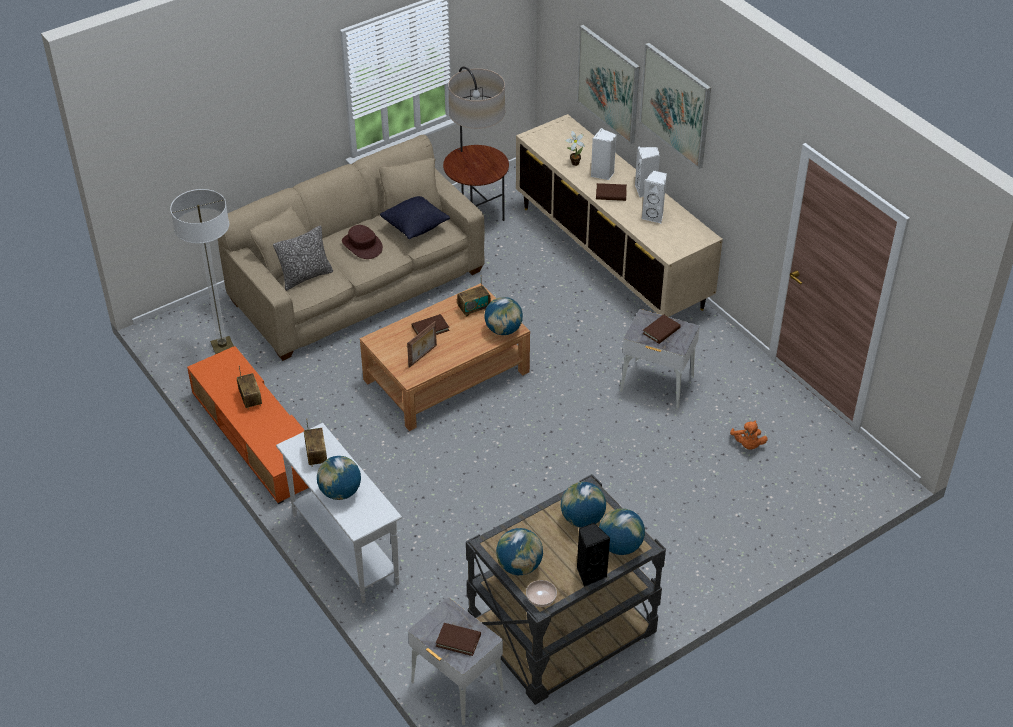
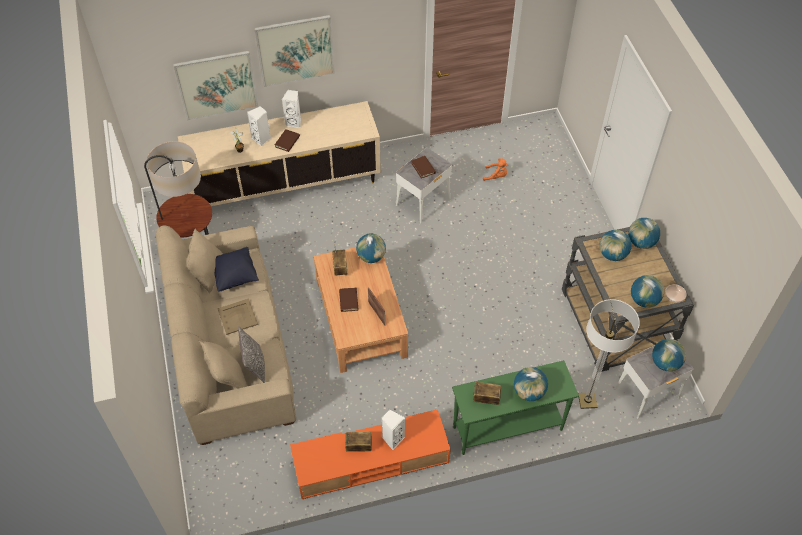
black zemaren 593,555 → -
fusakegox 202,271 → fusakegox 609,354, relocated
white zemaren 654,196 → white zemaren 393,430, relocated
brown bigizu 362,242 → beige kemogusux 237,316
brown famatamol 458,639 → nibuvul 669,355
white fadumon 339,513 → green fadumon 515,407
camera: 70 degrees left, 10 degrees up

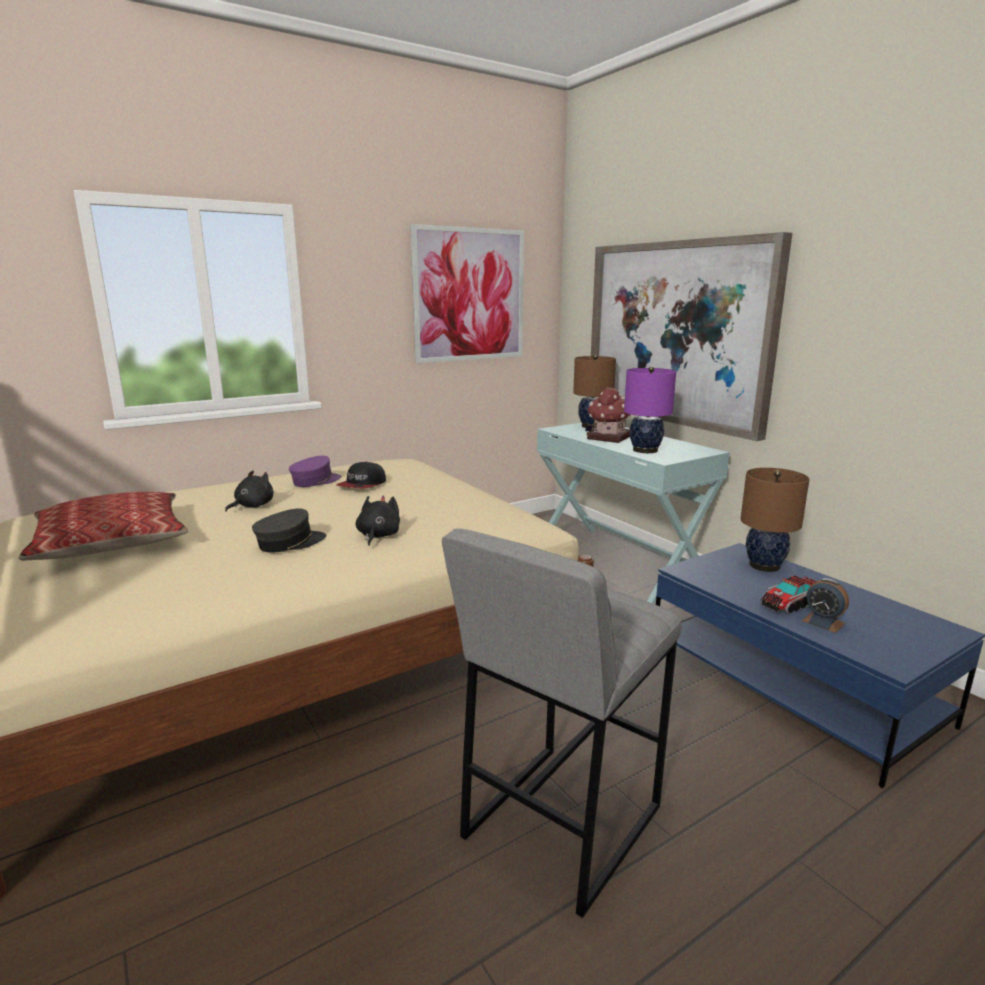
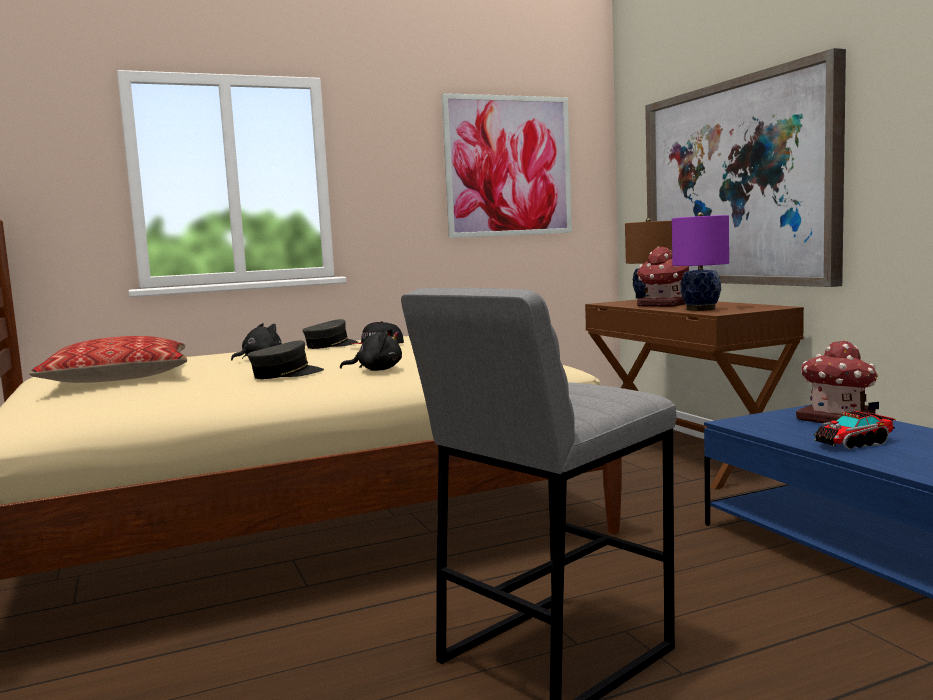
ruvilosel 825,605 → -
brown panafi 774,520 → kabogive 837,381
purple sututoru 315,471 → grey sututoru 330,334
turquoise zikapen 633,513 → brown zikapen 694,395
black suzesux 378,520 → black suzesux 371,350, 75 degrees clockwise
camera: 10 degrees right, 10 degrees down

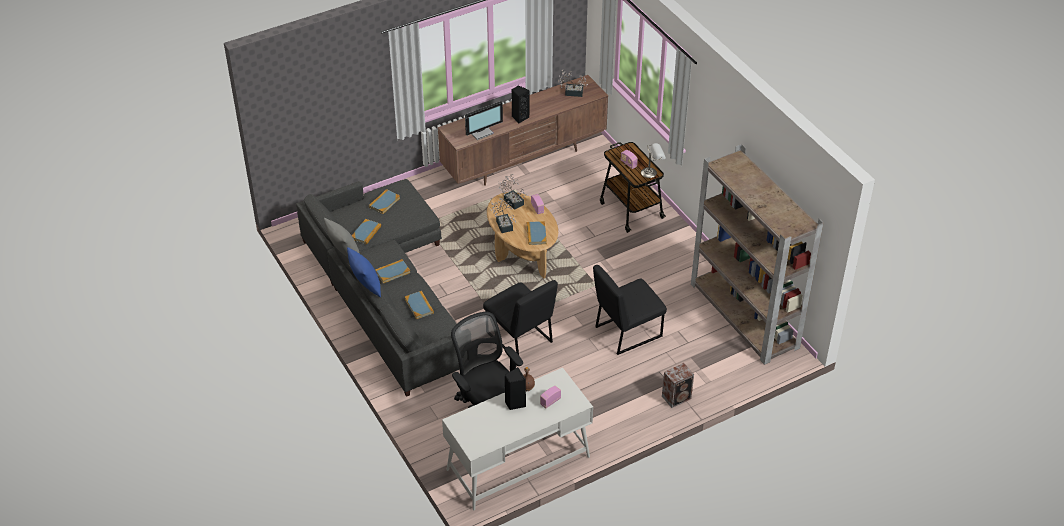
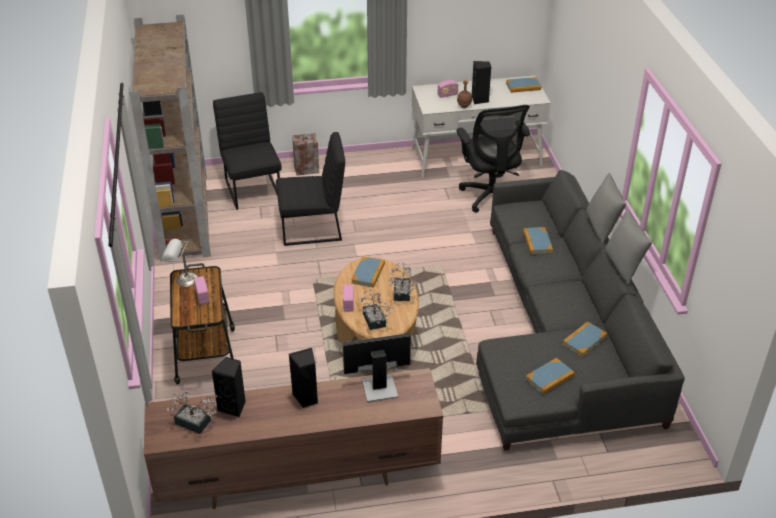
- → black zemaren 228,387
famatamol 392,271 → famatamol 523,85, relocated
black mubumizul 520,317 → black mubumizul 247,151, relocated
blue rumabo 364,272 → grey rumabo 606,208
camera: 160 degrees left, 5 degrees down

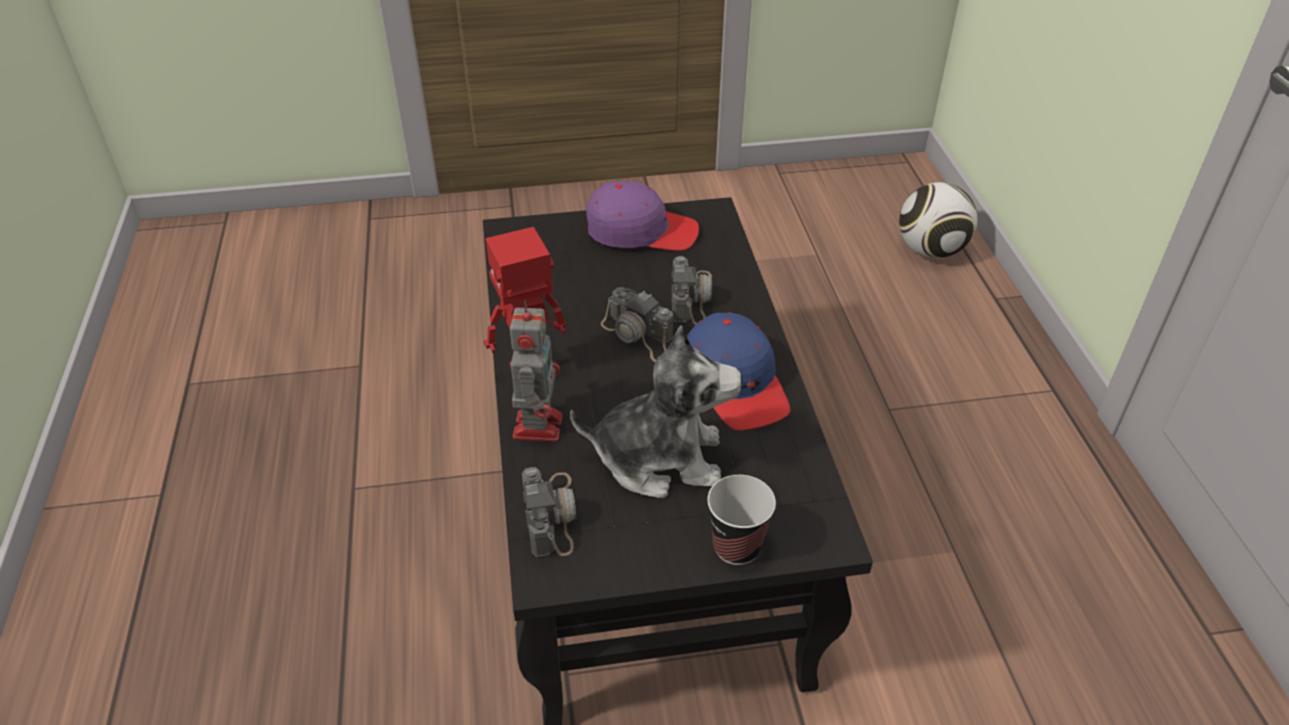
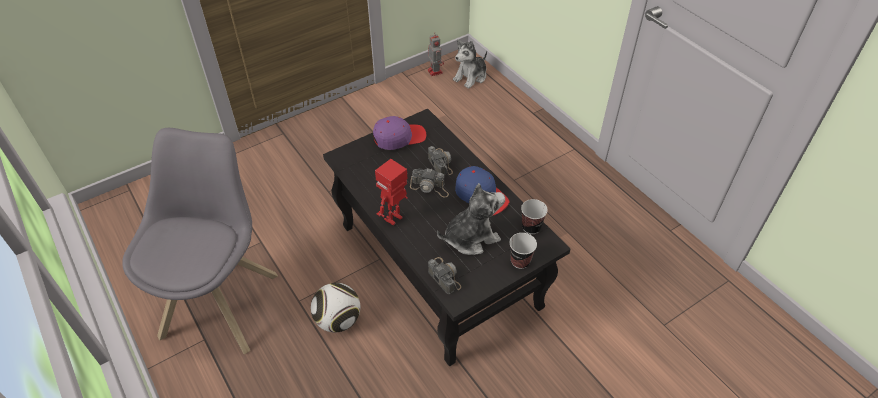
- → grey mubumizul 200,241
- → suzesux 470,64
- → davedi 534,216
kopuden 536,371 → kopuden 435,54, relocated
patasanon 938,220 → patasanon 335,307, relocated
camera: 25 degrees left, 5 degrees up

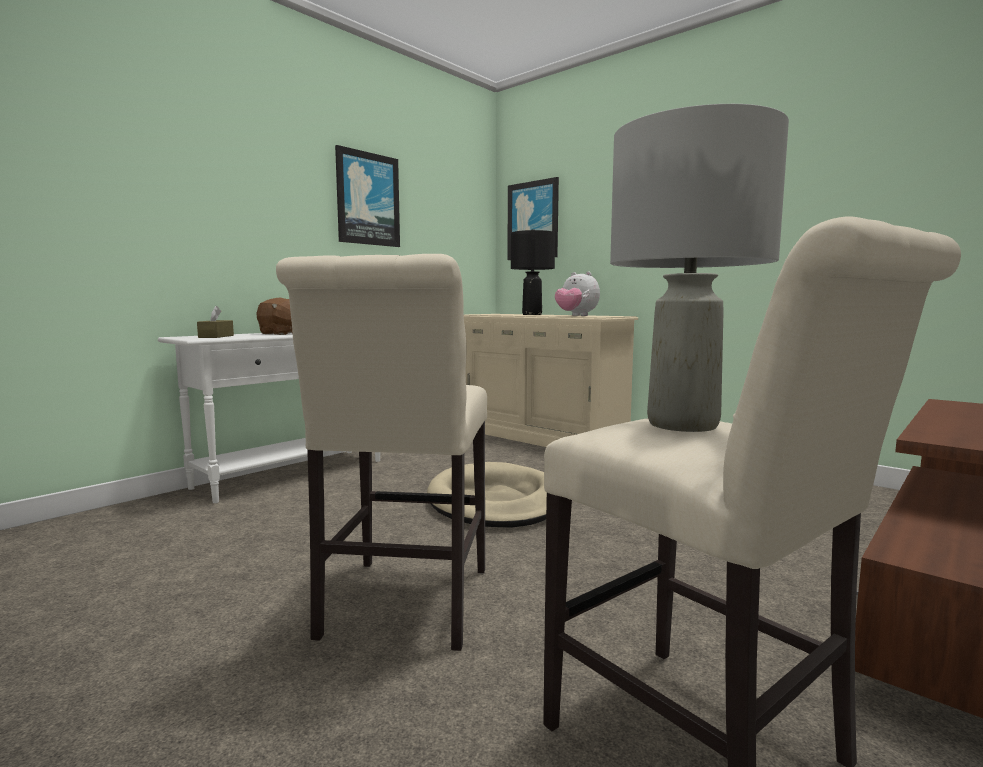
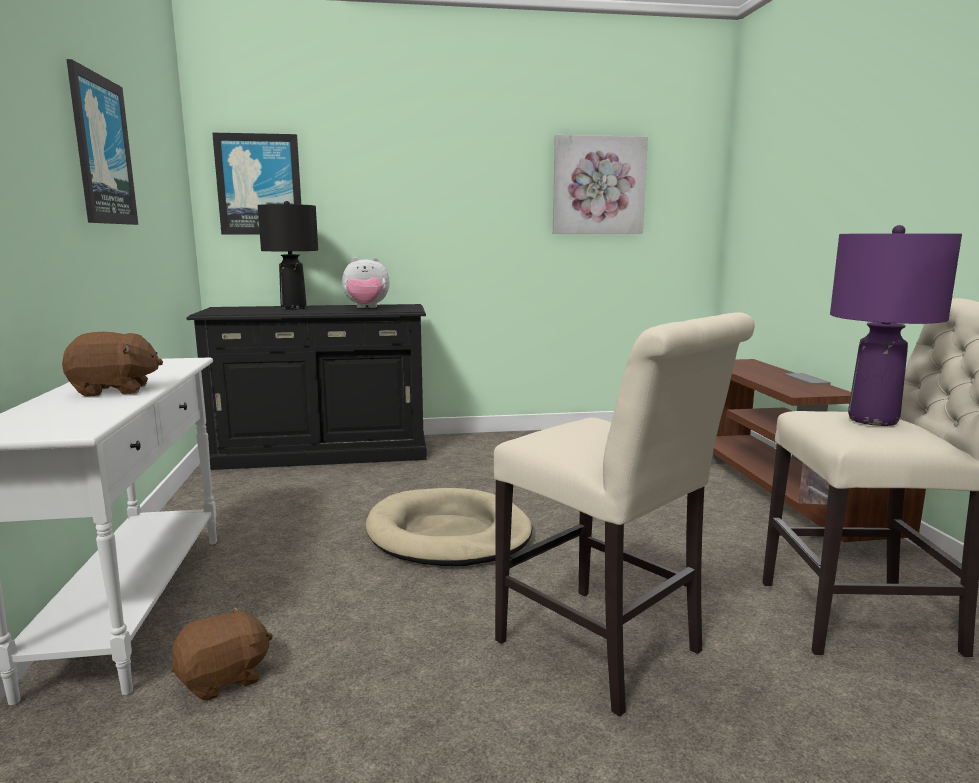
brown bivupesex 215,322 → -
- → brown suzesux 222,653
- → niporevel 600,184
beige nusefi 551,380 → black nusefi 307,387
grey panafi 699,268 → purple panafi 896,325
camera: 50 degrees left, 5 degrees up

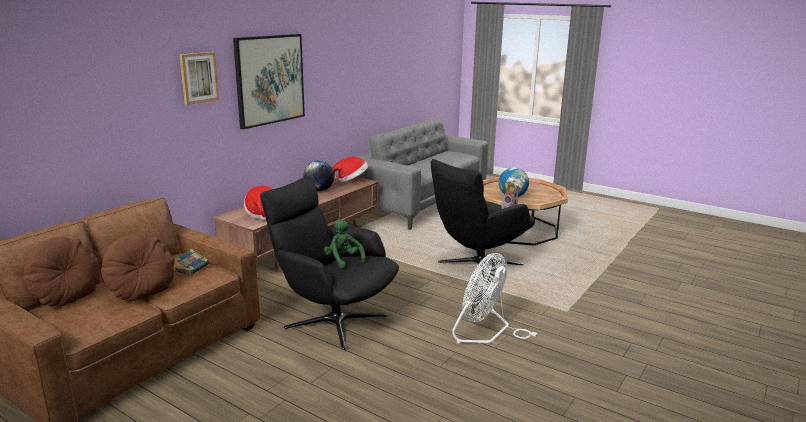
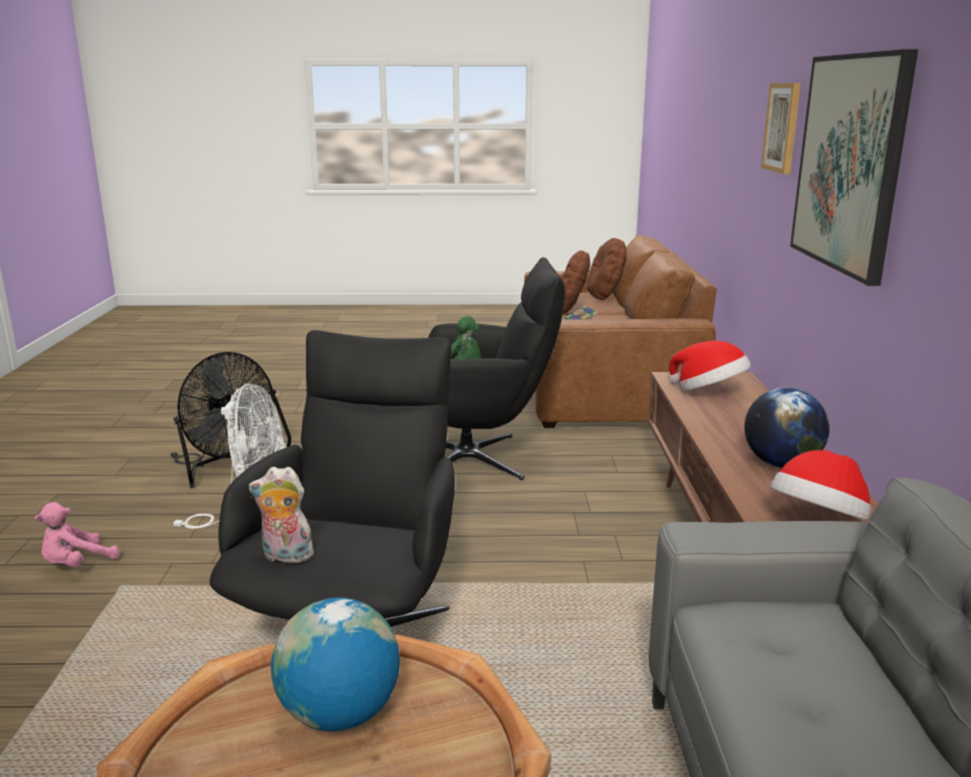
- → pink suzesux 77,534
- → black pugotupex 231,420
camera: 145 degrees right, 0 degrees up

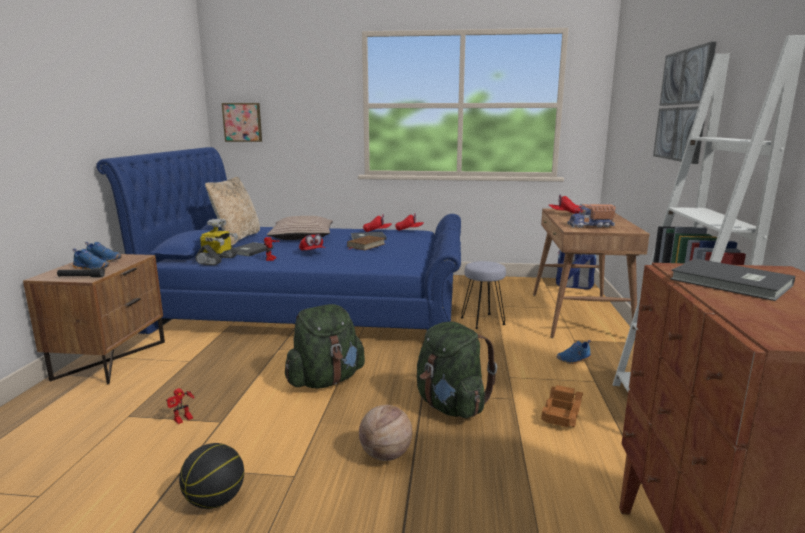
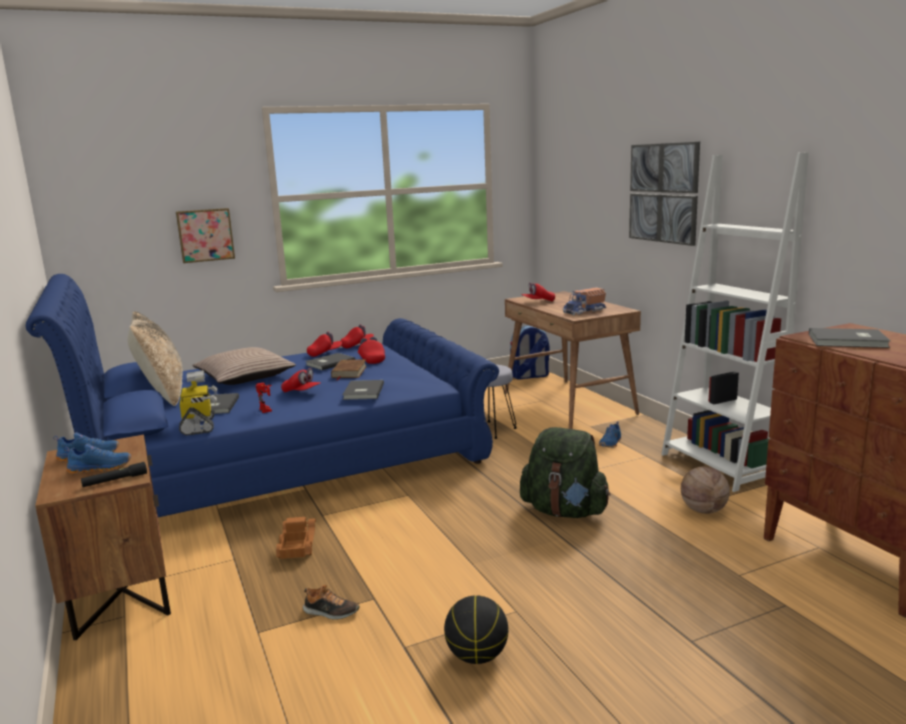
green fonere 325,346 → -
- → grey famatamol 363,390
- → red sututoru 371,350
niporevel 242,122 → niporevel 205,235, relocated
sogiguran 385,433 → sogiguran 705,490, relocated
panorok 562,406 → panorok 296,538, relocated
kopuden 180,406 → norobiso 331,602
camera: 30 degrees left, 0 degrees up

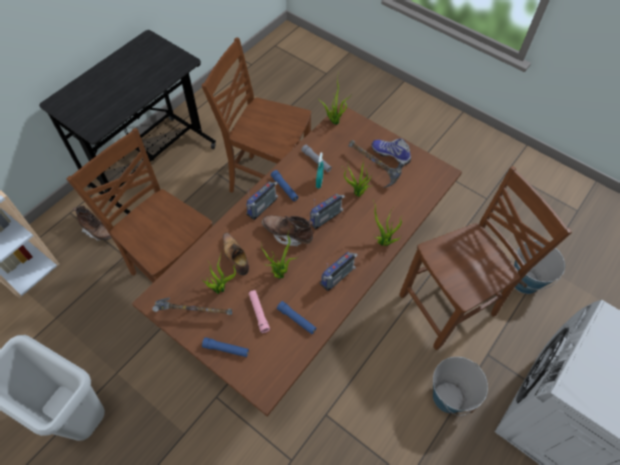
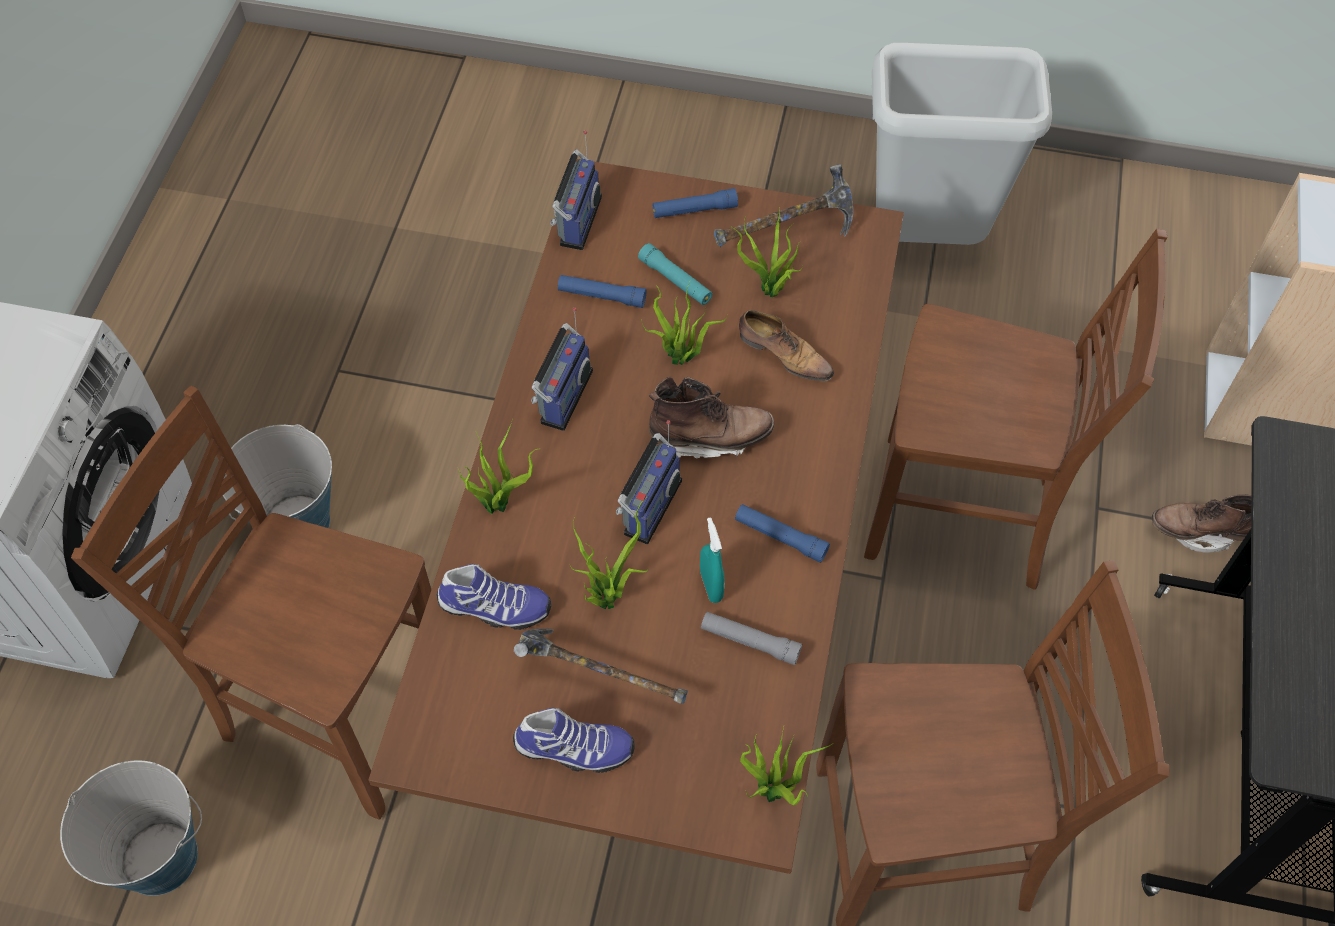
- → norobiso 494,597
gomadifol 262,201 → gomadifol 576,190, relocated
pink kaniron 259,311 → turquoise kaniron 675,274
brown mubumizul 485,258 → brown mubumizul 251,603, 75 degrees clockwise
camera: 155 degrees right, 0 degrees up

